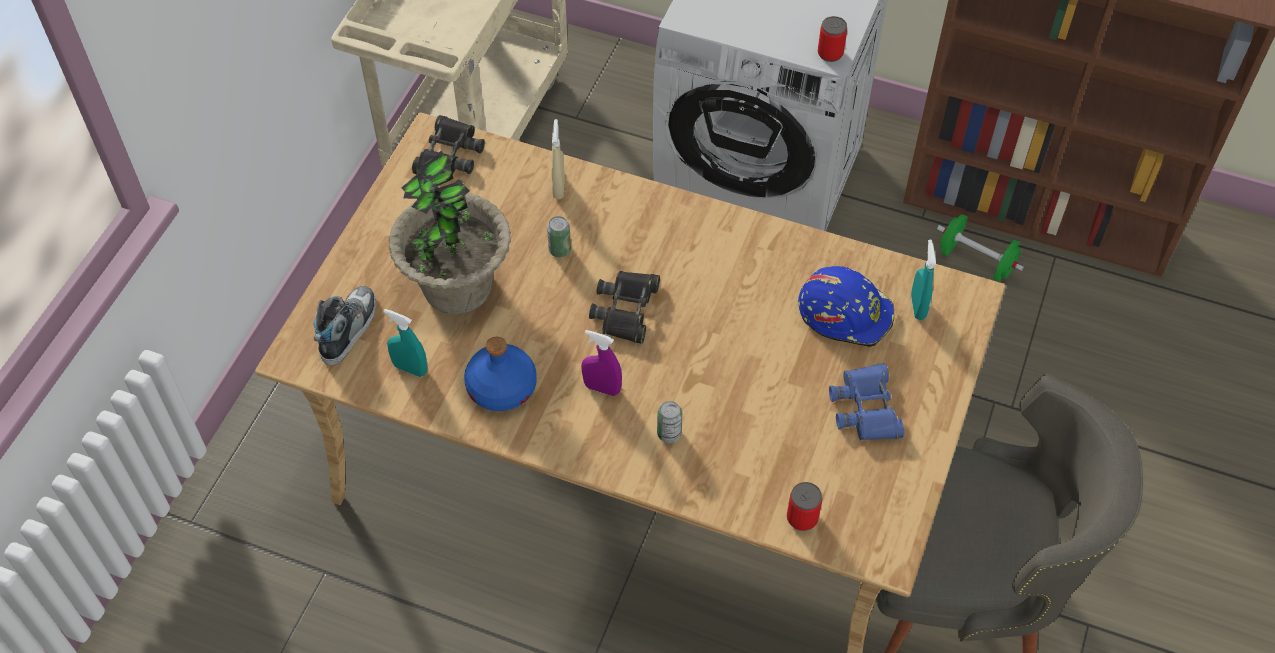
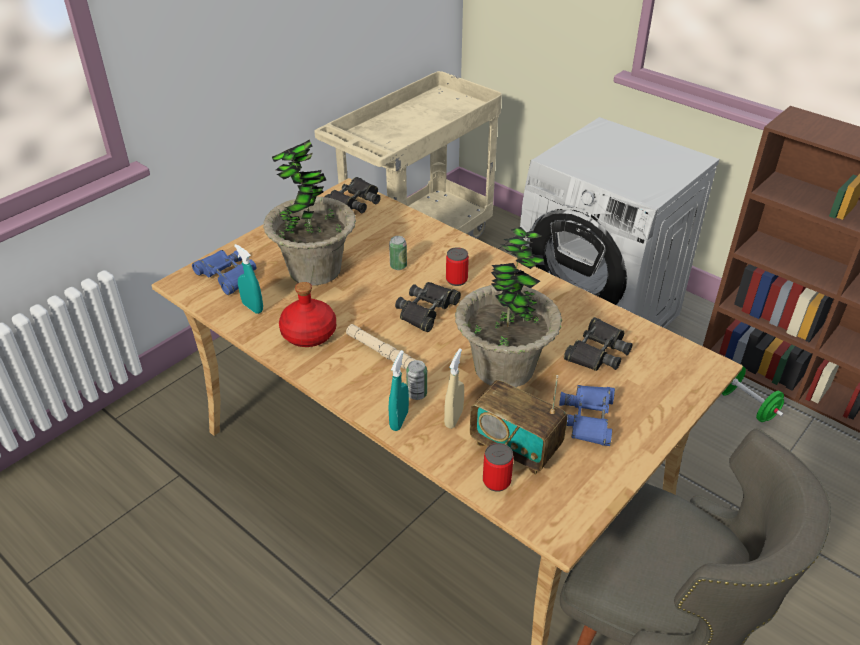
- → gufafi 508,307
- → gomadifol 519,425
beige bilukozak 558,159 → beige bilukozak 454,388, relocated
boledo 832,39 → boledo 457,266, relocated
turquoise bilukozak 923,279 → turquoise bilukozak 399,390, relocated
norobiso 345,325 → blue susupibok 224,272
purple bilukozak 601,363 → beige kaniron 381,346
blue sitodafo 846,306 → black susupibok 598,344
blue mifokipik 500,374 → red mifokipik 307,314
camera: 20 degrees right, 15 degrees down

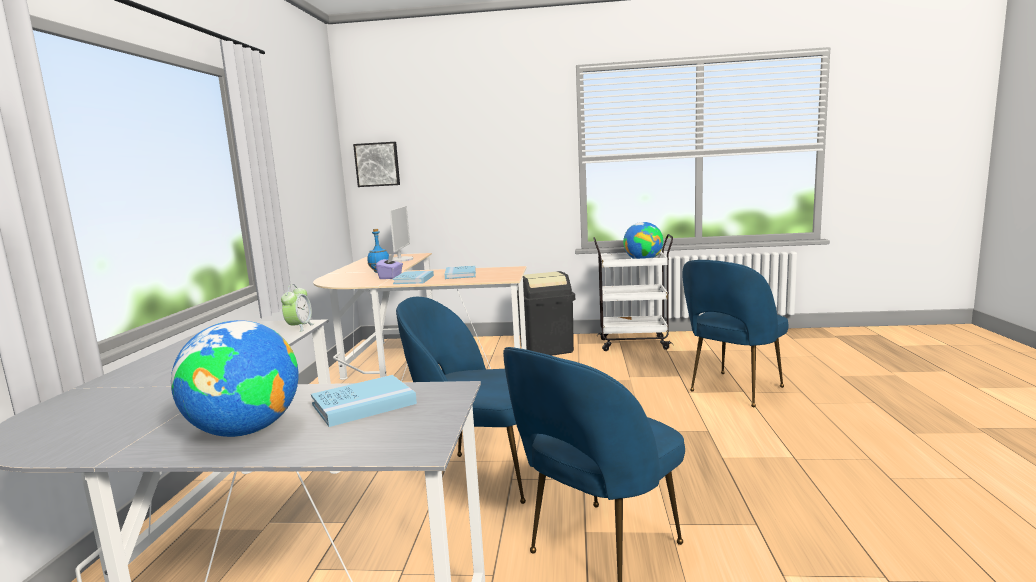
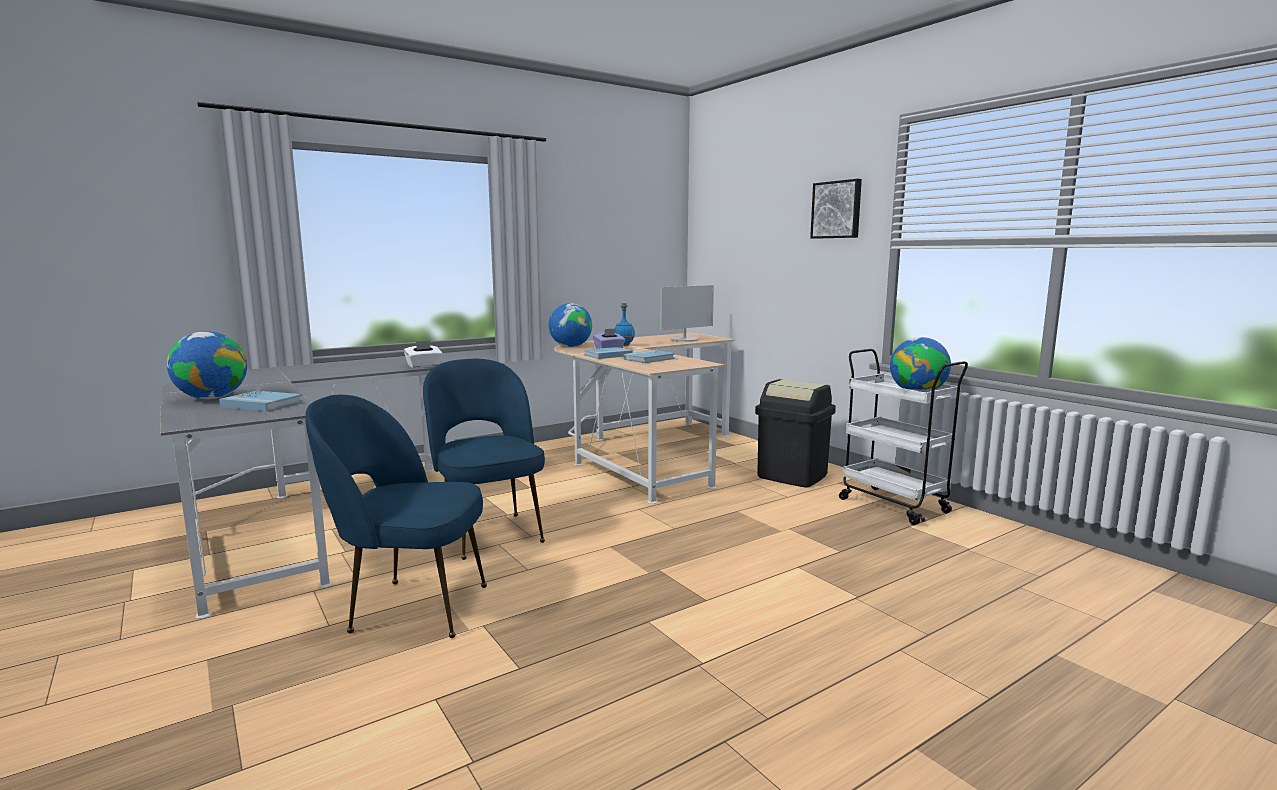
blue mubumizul 736,333 → -
- → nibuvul 570,325
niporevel 376,164 → niporevel 836,209, relocated
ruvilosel 297,308 → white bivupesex 423,354
camera: 50 degrees right, 0 degrees up

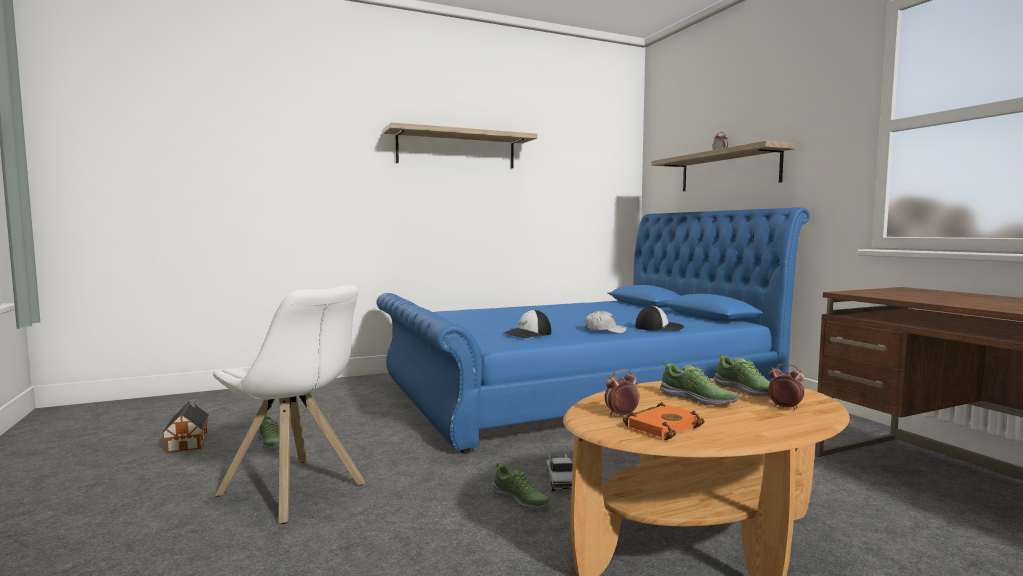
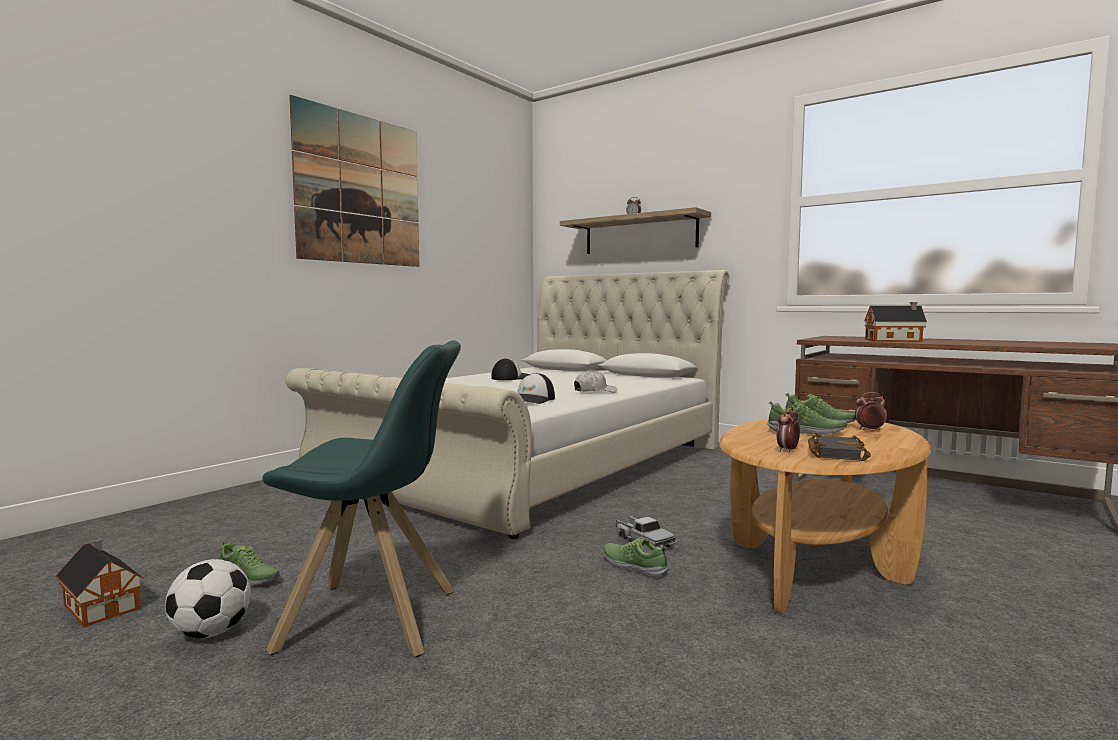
- → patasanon 208,598
- → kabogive 895,322
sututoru 659,318 → sututoru 510,369, relocated
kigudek 460,145 → niporevel 354,181
white mubumizul 289,404 → turquoise mubumizul 361,498
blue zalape 593,330 → beige zalape 507,404
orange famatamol 664,421 → black famatamol 839,447
norobiso 520,486 → norobiso 636,557, 150 degrees counterclockwise
camera: 30 degrees left, 0 degrees up

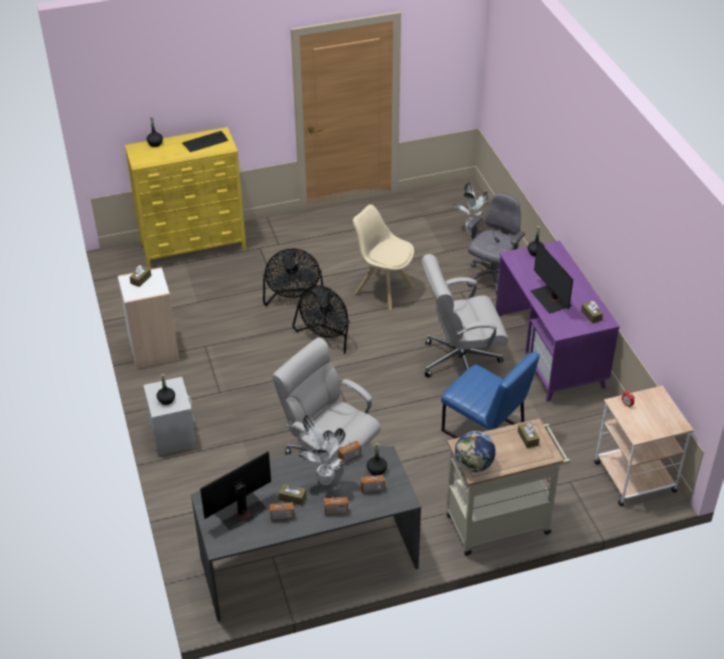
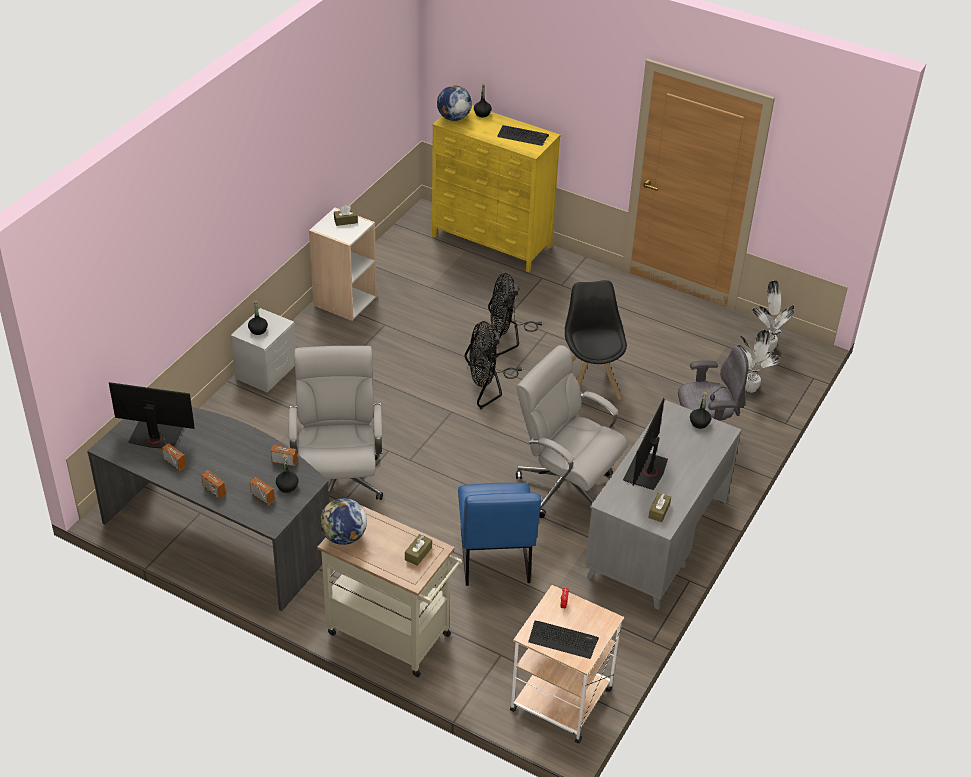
brown bivupesex 293,494 → -
- → nibuvul 454,103
- → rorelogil 563,640
gufafi 321,450 → gufafi 773,316, relocated
beige mubumizul 383,257 → black mubumizul 596,340
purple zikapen 558,321 → grey zikapen 663,505
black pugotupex 293,278 → black pugotupex 515,315, 45 degrees clockwise
camera: 45 degrees right, 0 degrees up

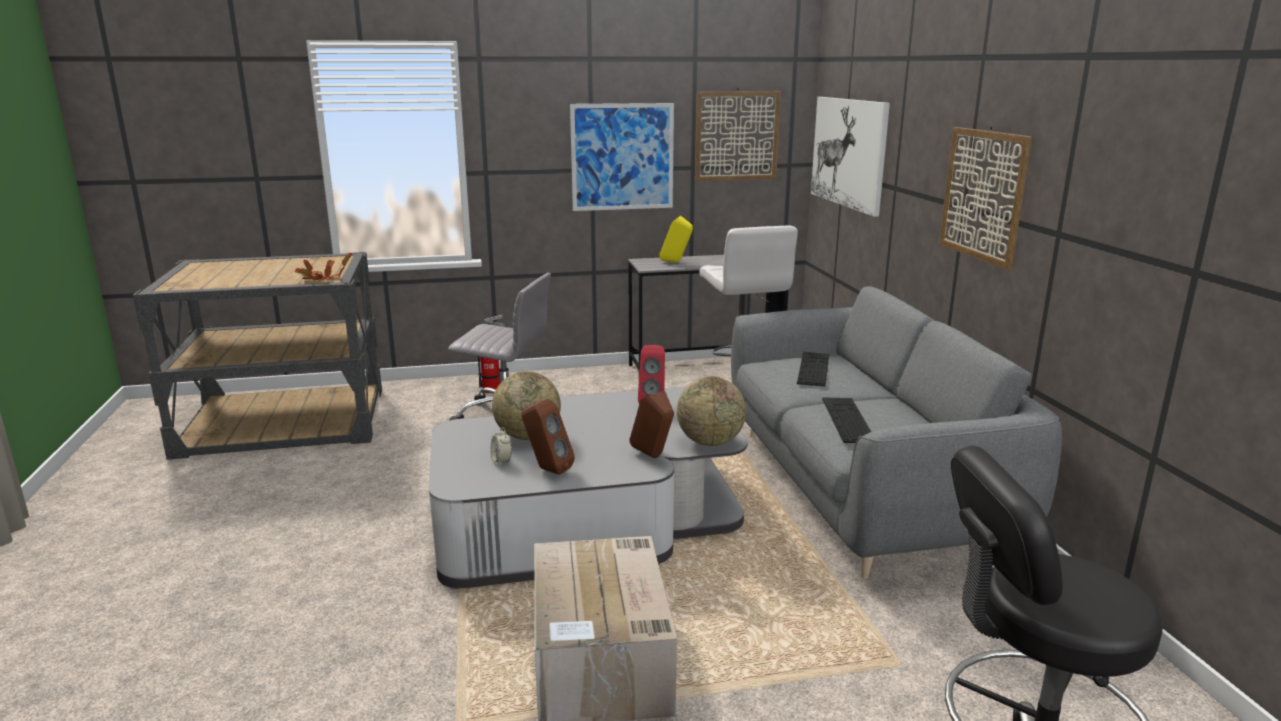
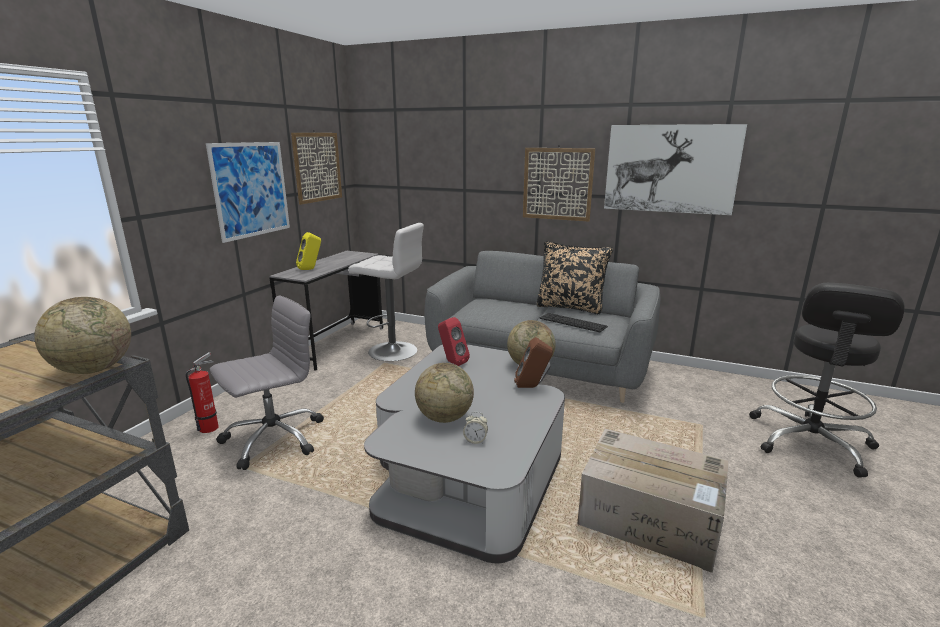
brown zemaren 548,437 → -
rorelogil 813,369 → -
- → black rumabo 574,277
niporevel 850,157 → niporevel 675,169, relocated
gufafi 323,266 → nibuvul 82,335
camera: 55 degrees left, 0 degrees up

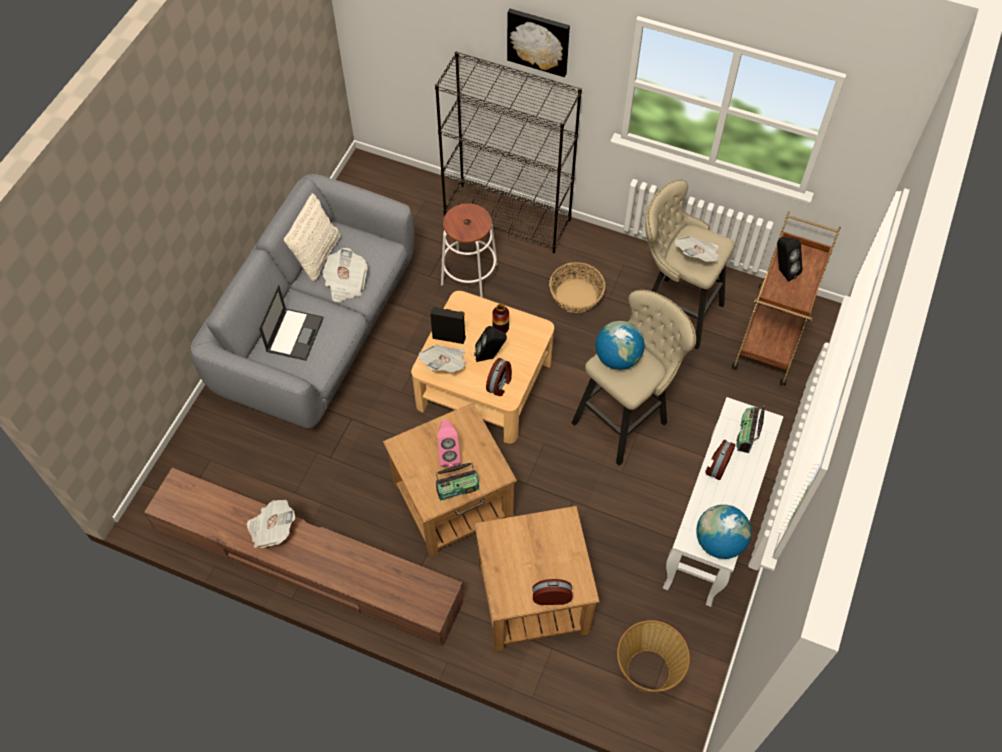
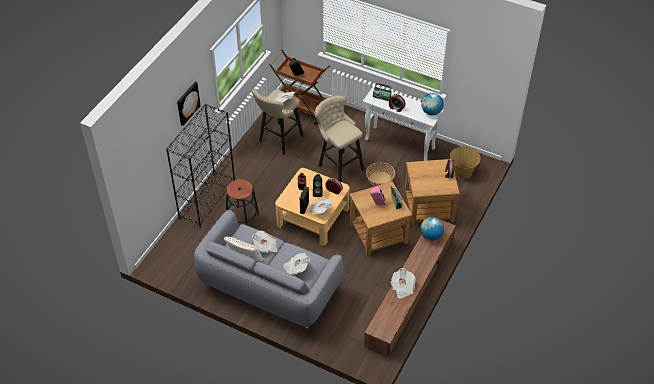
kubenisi 577,287 → kubenisi 380,174, relocated
nibuvul 620,345 → nibuvul 432,229, relocated
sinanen 291,323 → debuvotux 296,264
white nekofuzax 469,250 → black nekofuzax 242,202
camera: 85 degrees left, 10 degrees down

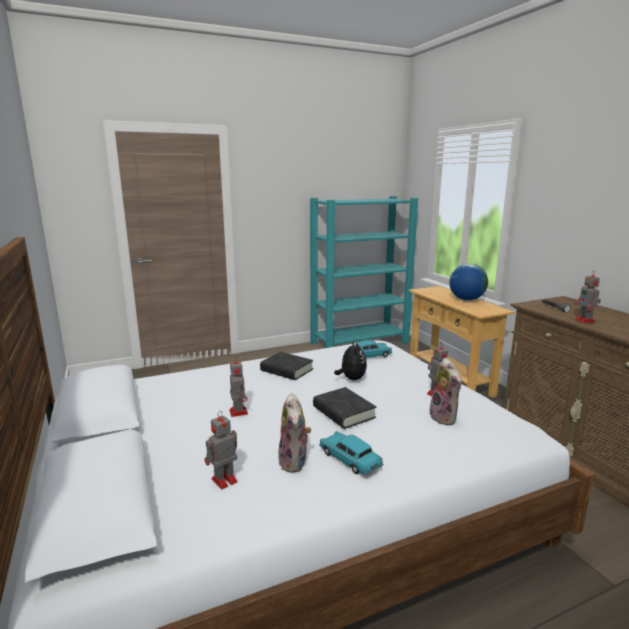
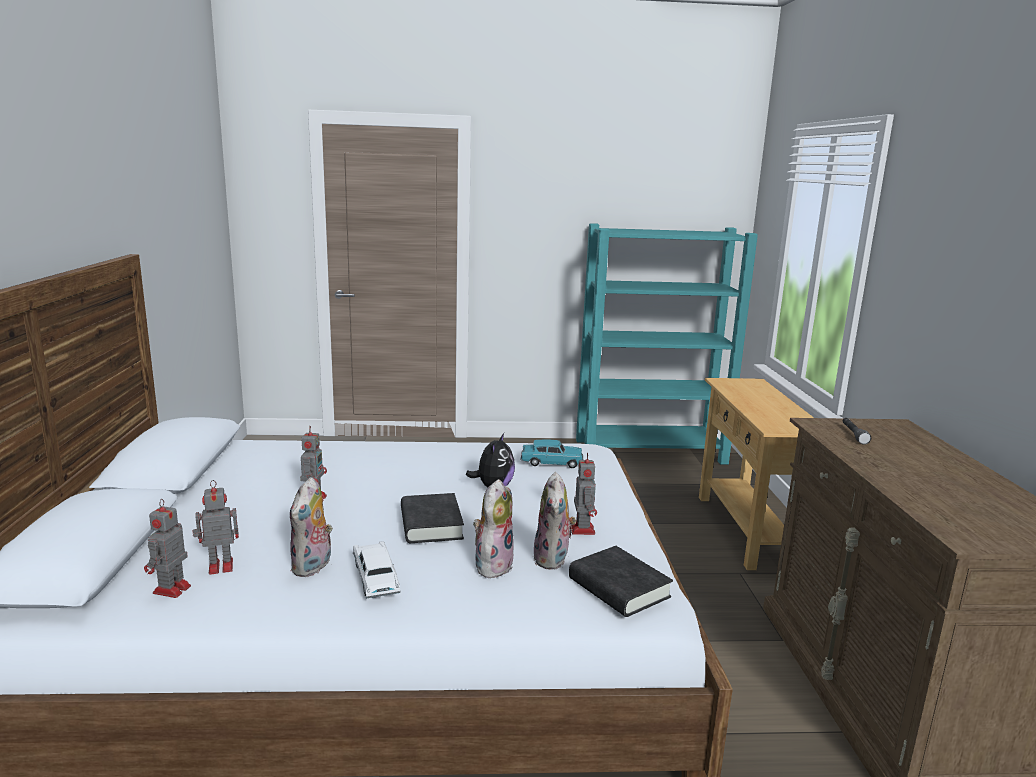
nibuvul 468,282 → -
- → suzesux 493,529
black famatamol 286,366 → black famatamol 621,581, relocated
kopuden 588,297 → kopuden 167,548, relocated
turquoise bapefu 351,453 → white bapefu 377,569
camera: 20 degrees right, 0 degrees up

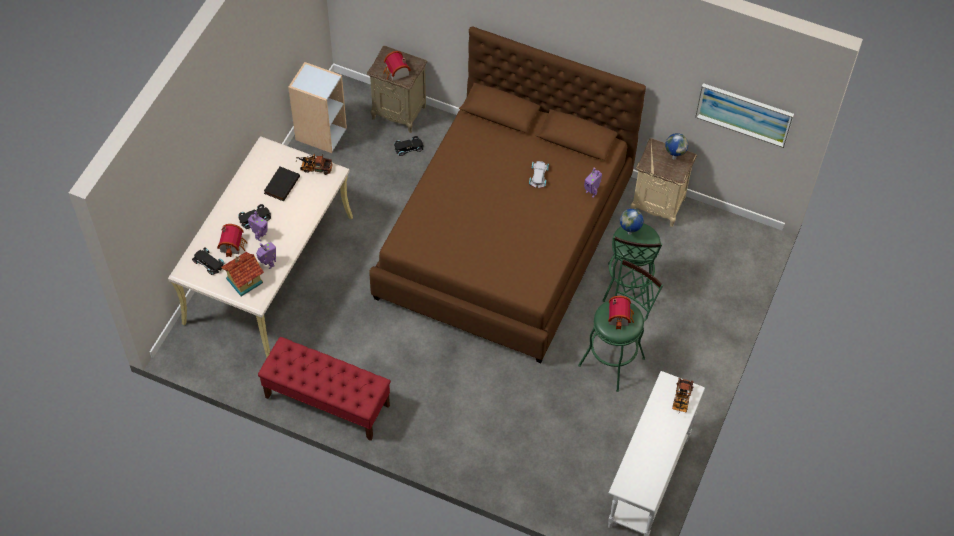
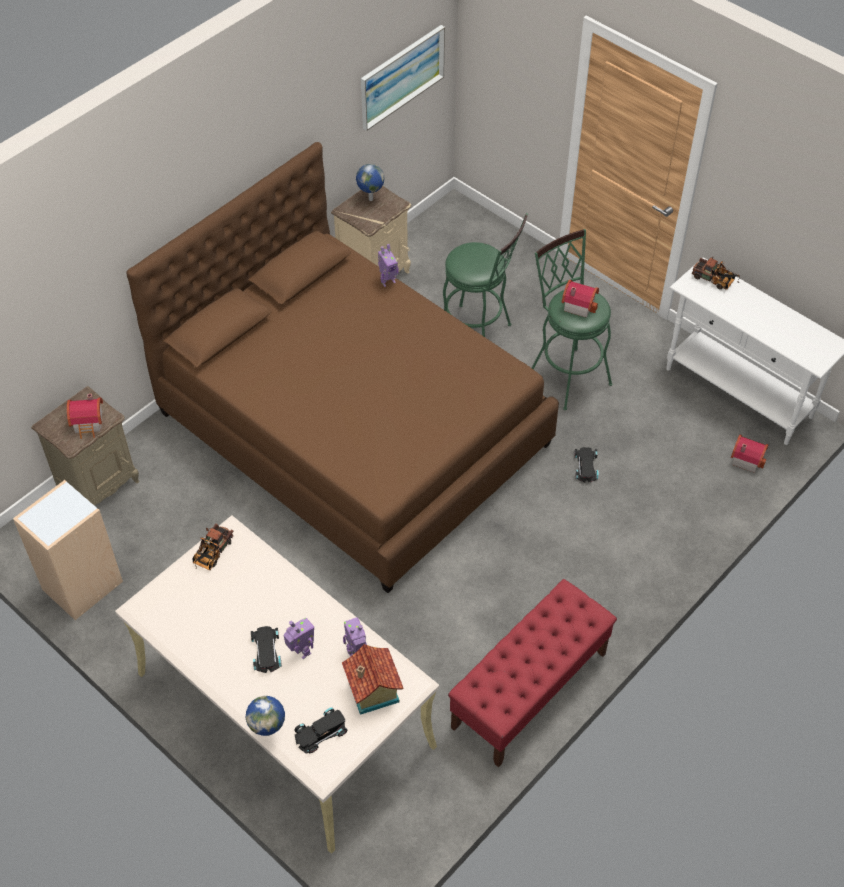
black famatamol 282,184 → -
white bapefu 539,174 → -
kabogive 232,240 → kabogive 749,454, relocated
black bapefu 408,146 → black bapefu 587,464, relocated
nibuvul 632,222 → nibuvul 265,716, relocated
camera: 70 degrees left, 5 degrees down

